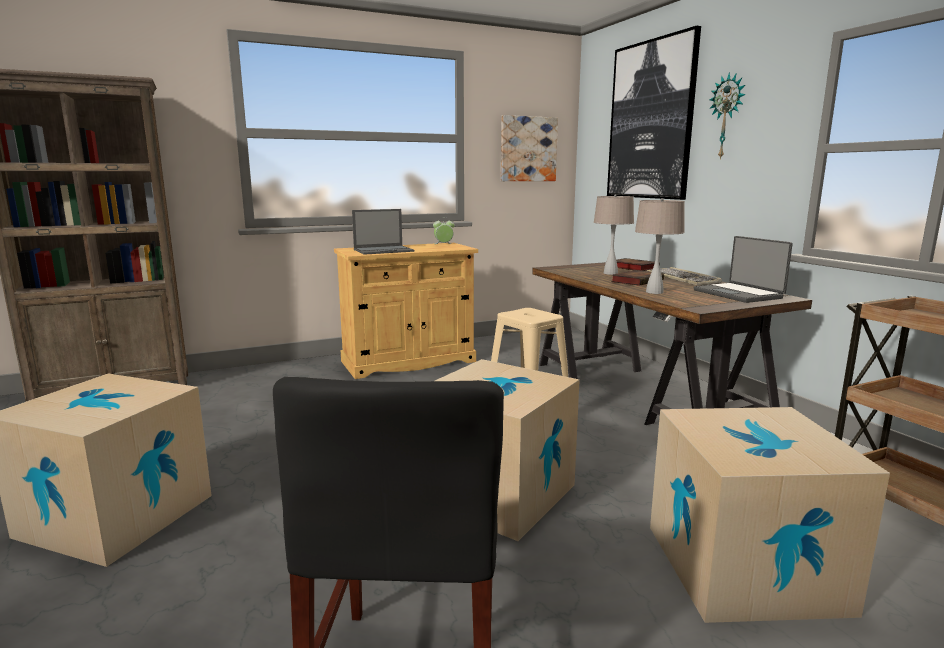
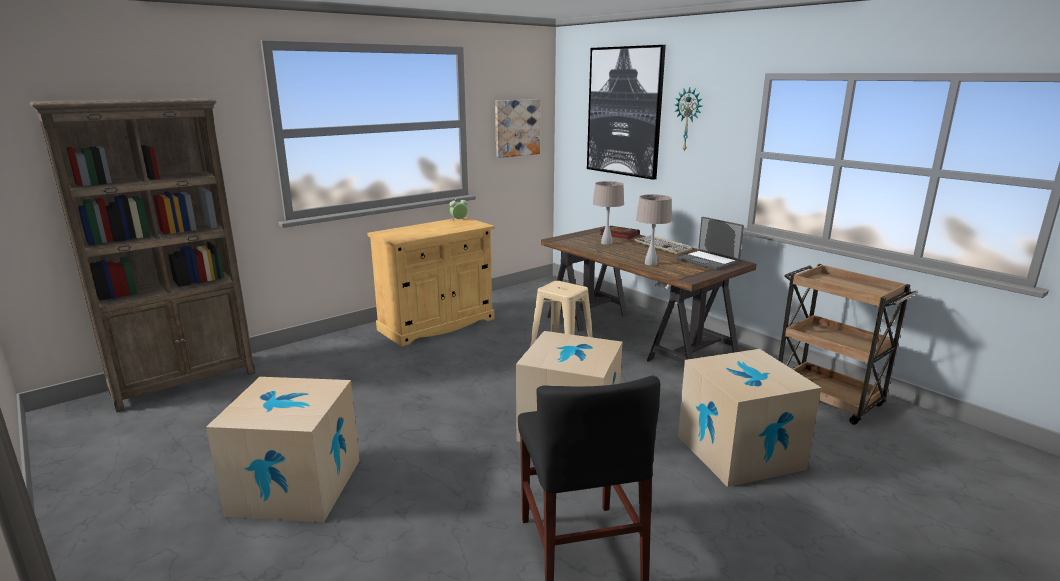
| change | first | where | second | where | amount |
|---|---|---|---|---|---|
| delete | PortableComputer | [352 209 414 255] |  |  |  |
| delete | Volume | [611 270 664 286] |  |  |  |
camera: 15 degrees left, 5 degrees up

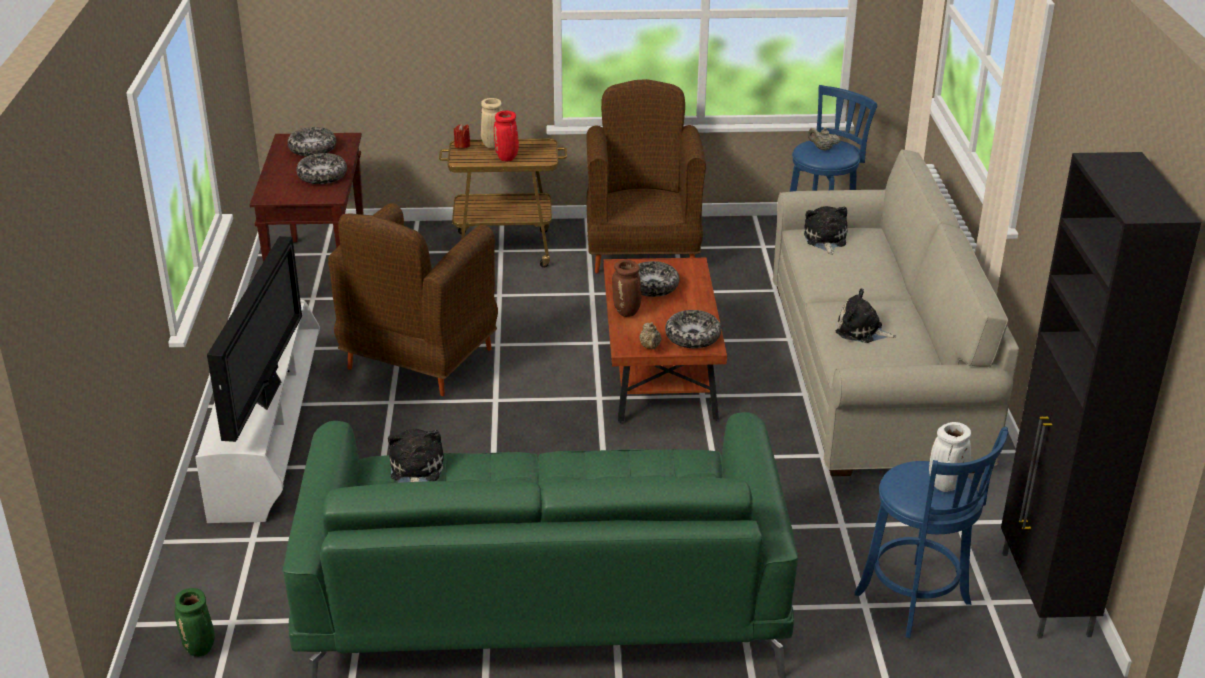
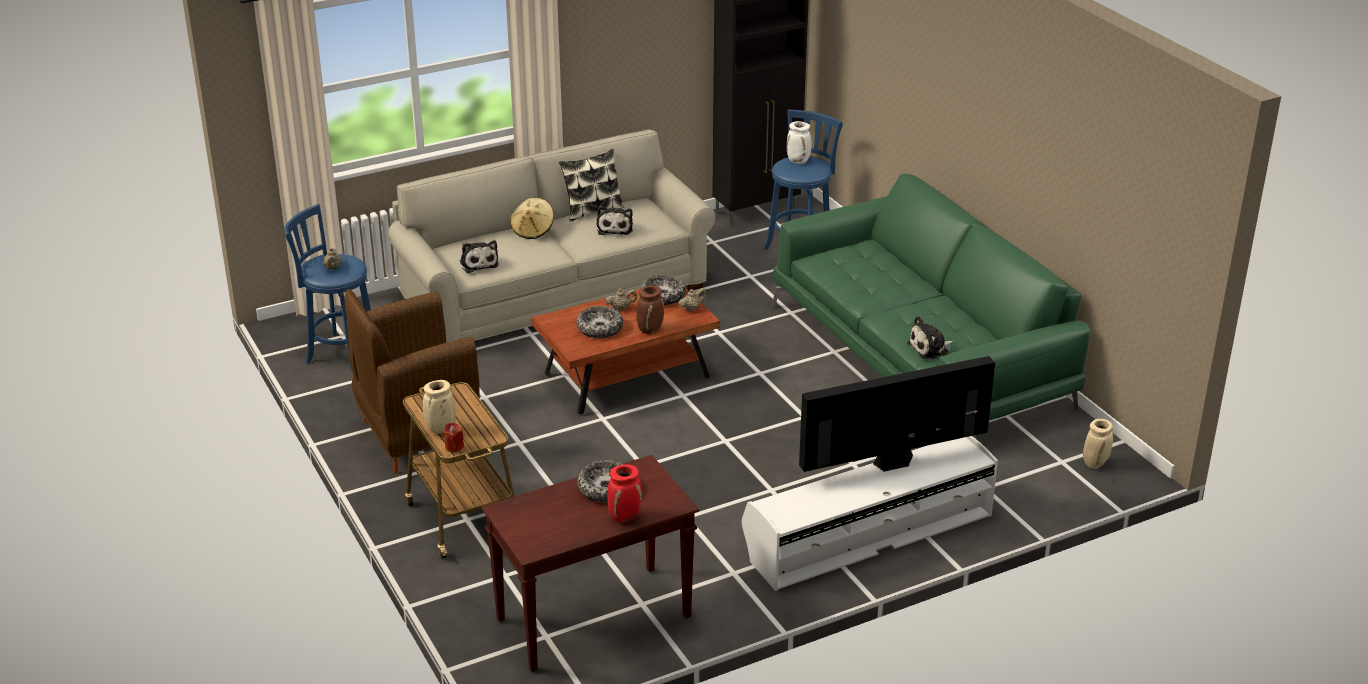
| change | first | where | second | where | amount |
|---|---|---|---|---|---|
| recolor | GreenVase | [174 588 215 657] | BeigeColouredVase | [1083 419 1113 469] |  |
| delete | DeepDish | [287 127 336 156] |  |  |  |
| delete | BrownishArmchair | [328 203 498 396] |  |  |  |
| move | RedVase | [494 111 519 161] |  | [607 464 642 522] |  |
| rotate | PlushToy | [804 206 847 255] |  | [460 240 499 273] | 90 degrees counterclockwise |
| insert |  |  | BeigeColouredWearableHat | [510 197 554 239] |  |
| insert |  |  | Pillow | [559 149 624 222] |  |
| insert |  |  | BeigeColouredPotForTea | [605 288 637 310] |  |
camera: 115 degrees left, 0 degrees up

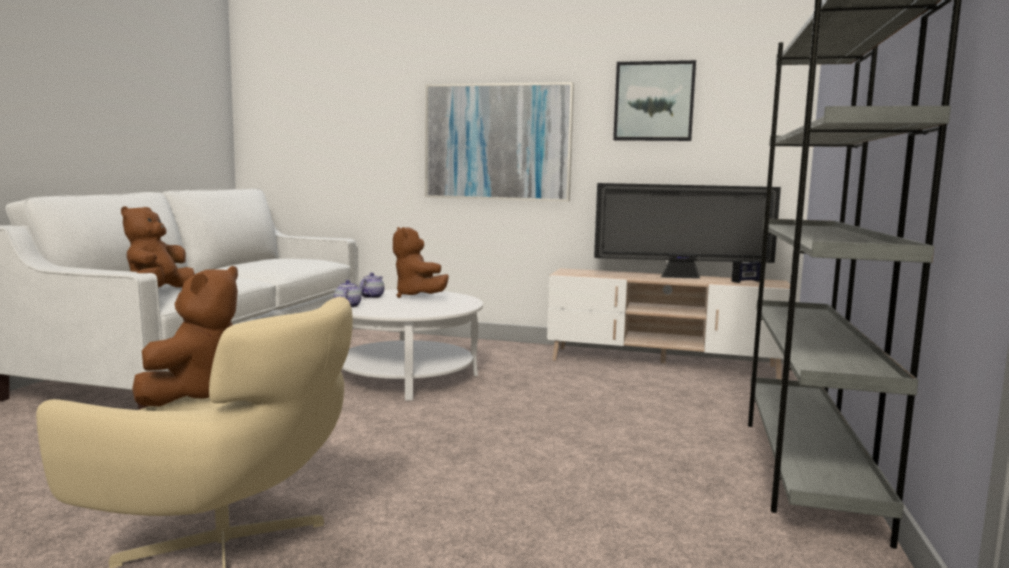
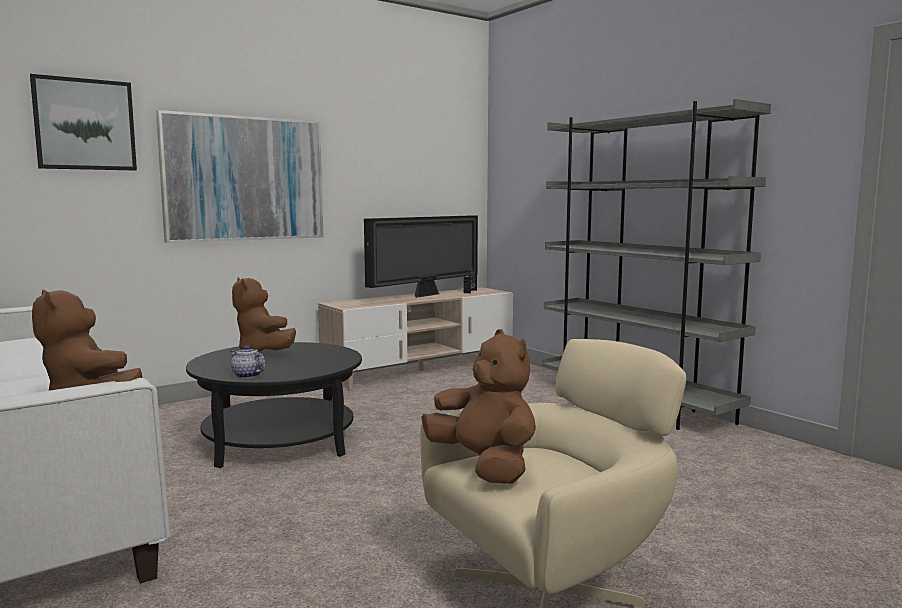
| change | first | where | second | where | amount |
|---|---|---|---|---|---|
| recolor | WhiteCoffeeTable | [330 290 483 400] | BlackishCoffeeTable | [186 342 362 468] |  |
| delete | PotForTea | [359 273 385 298] |  |  |  |
| rotate | BrownishPlushToy | [393 227 449 298] |  | [232 278 296 352] | 45 degrees clockwise |
| move | WallPicture | [613 60 696 141] |  | [30 74 137 171] |  |
camera: 50 degrees left, 0 degrees up

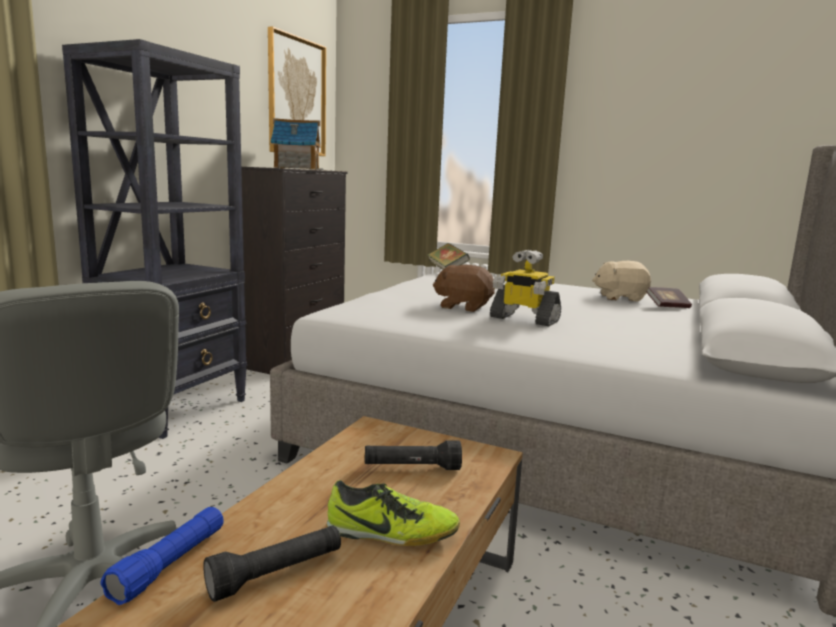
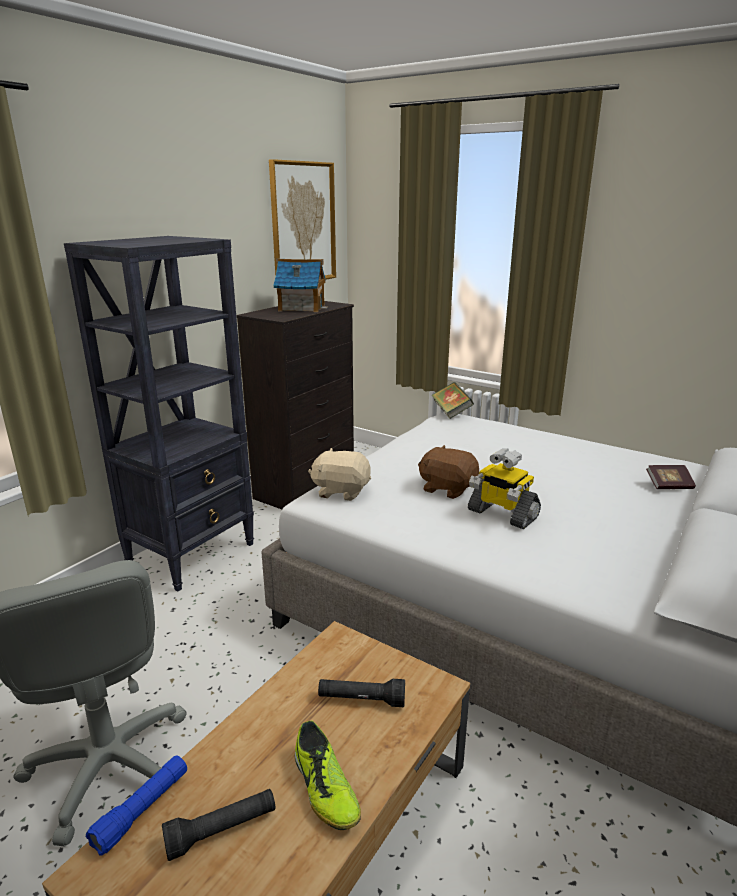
| change | first | where | second | where | amount |
|---|---|---|---|---|---|
| rotate | ItemOfFootwear | [327 480 460 546] |  | [295 720 361 830] | 45 degrees clockwise |
| move | BeigeColouredPlushToy | [592 261 651 301] |  | [308 448 371 501] |  |
camera: 10 degrees right, 10 degrees up

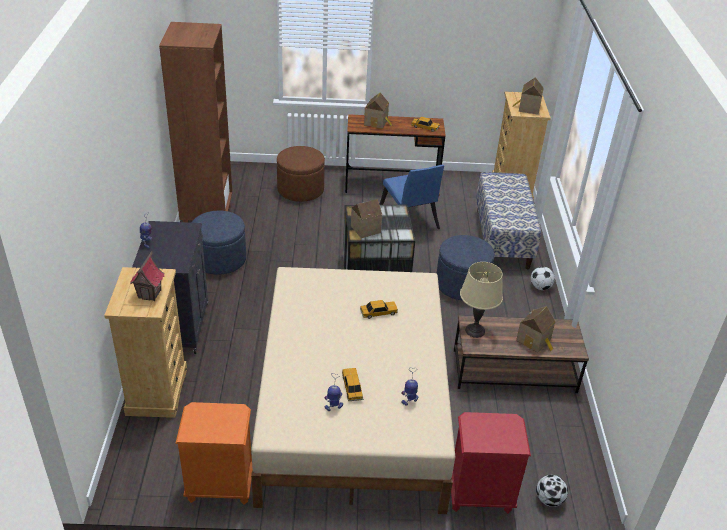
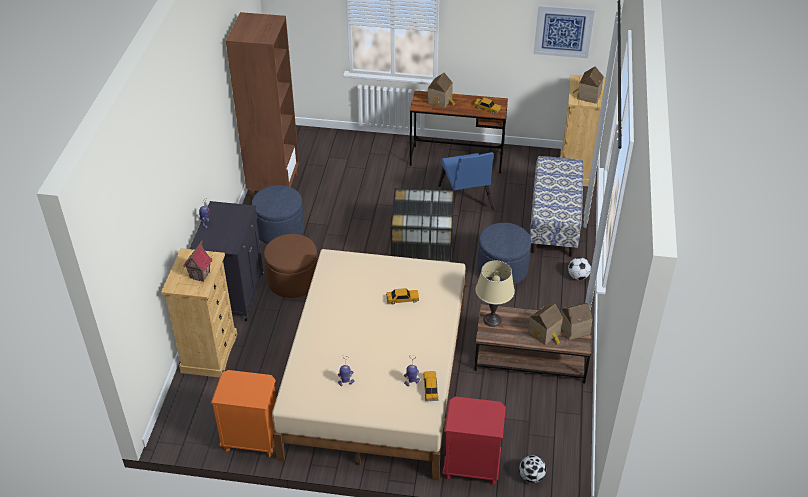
| change | first | where | second | where | amount |
|---|---|---|---|---|---|
| move | BrownishOttoman | [277 146 325 202] |  | [264 234 318 298] |  |
| move | ModelCar | [342 368 363 401] |  | [424 371 439 401] |  |
| move | ToyHouse | [351 199 382 238] |  | [561 303 593 340] |  |
| insert |  |  | WallPicture | [534 5 595 58] |  |
camera: 10 degrees right, 5 degrees up

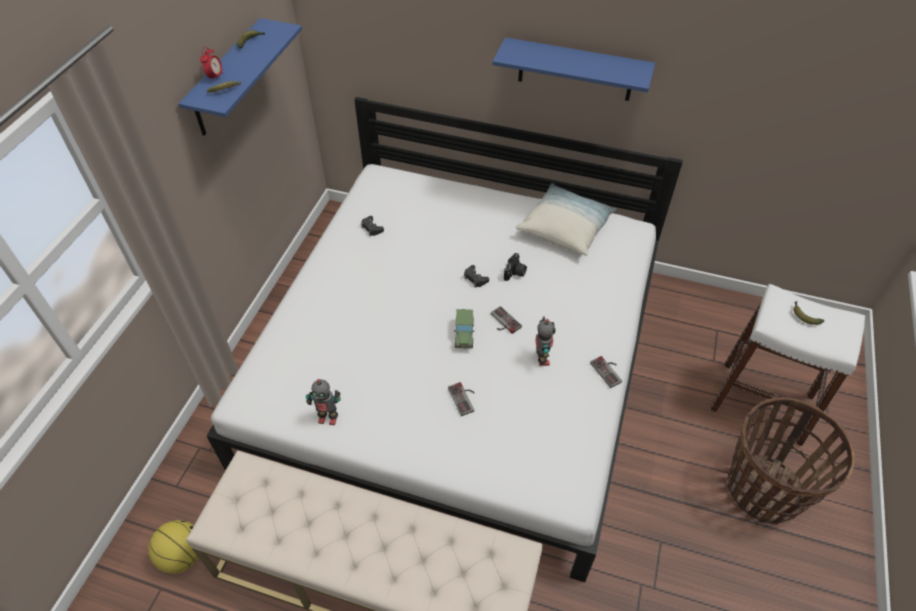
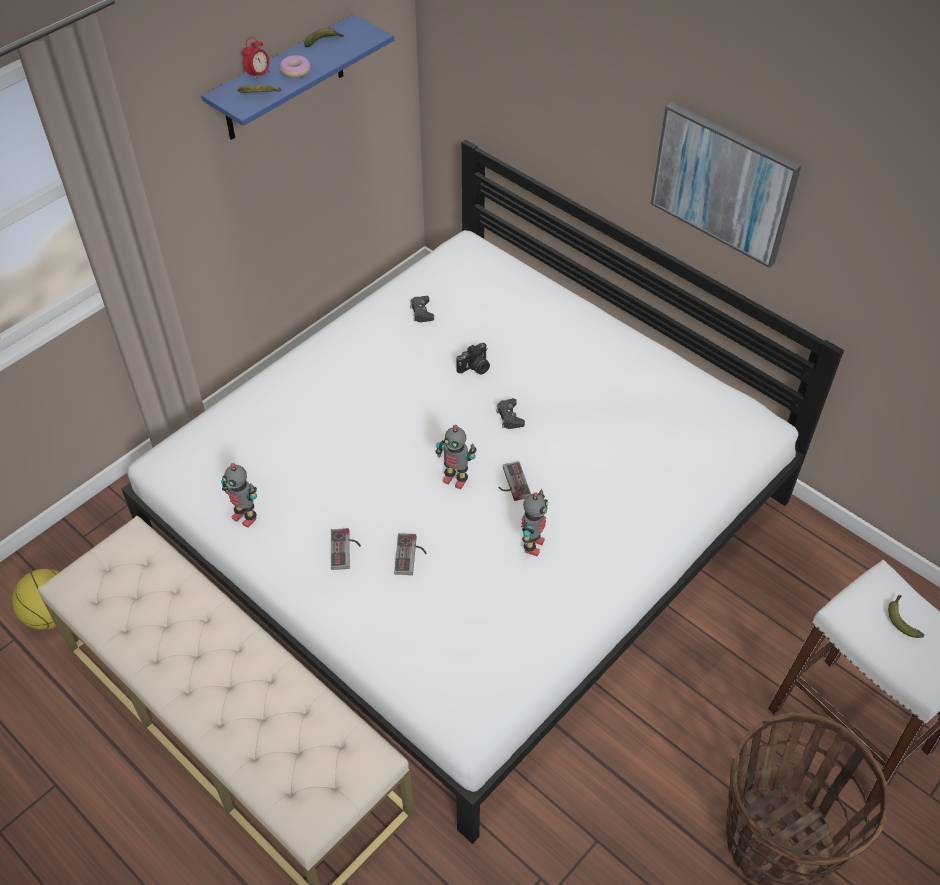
| change | first | where | second | where | amount |
|---|---|---|---|---|---|
| replace | ModelCar | [454 309 474 348] | ToyRobot | [436 425 477 489] |  |
| replace | BluishBracketShelf | [492 37 655 101] | WallPicture | [651 102 802 268] |  |
| move | PhotoCamera | [504 253 527 281] |  | [456 343 490 375] |  |
| delete | Pillow | [516 183 617 256] |  |  |  |
| move | Gamepad | [590 356 622 388] |  | [331 528 361 570] |  |
| insert |  |  | RingDoughnut | [280 55 311 78] |  |
camera: 25 degrees right, 0 degrees up

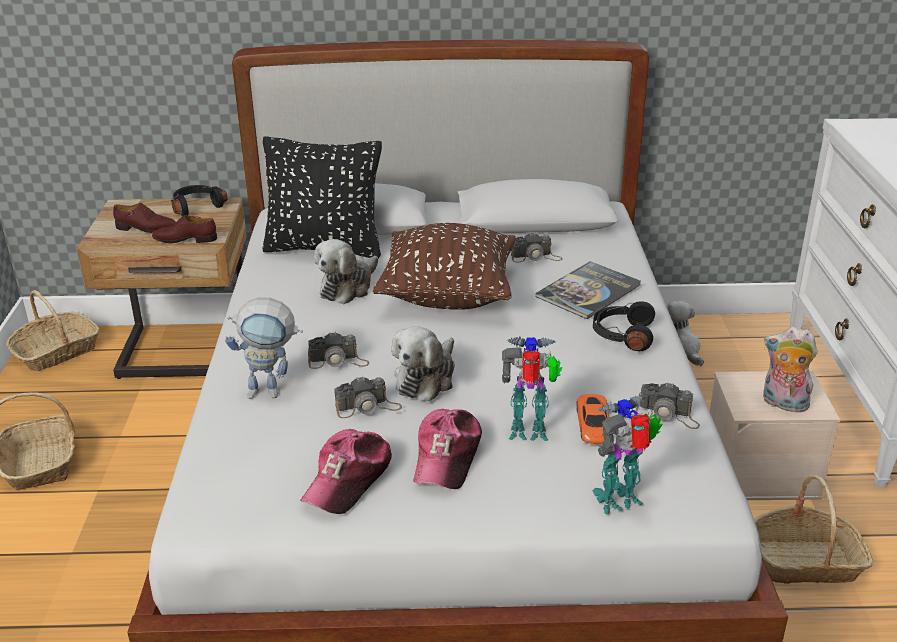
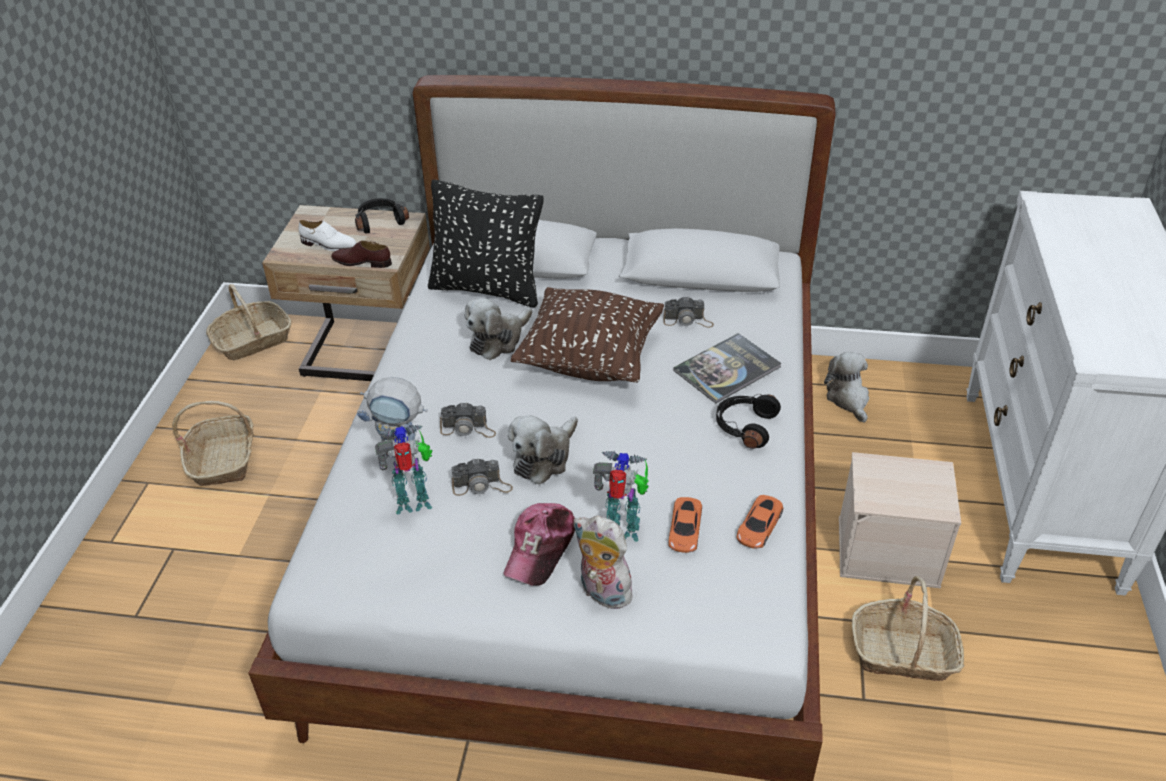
| change | first | where | second | where | amount |
|---|---|---|---|---|---|
| recolor | BrownishItemOfFootwear | [113 203 176 233] | WhiteItemOfFootwear | [299 220 356 251] |  |
| delete | PeakedCap | [300 429 392 514] |  |  |  |
| move | ToyRobot | [592 396 663 514] |  | [375 425 432 515] |  |
| replace | PhotoCamera | [636 382 700 429] | OrangeModelCar | [737 495 783 548] |  |
| move | PlushToy | [763 327 818 413] |  | [573 516 635 609] |  |
camera: 10 degrees right, 10 degrees up

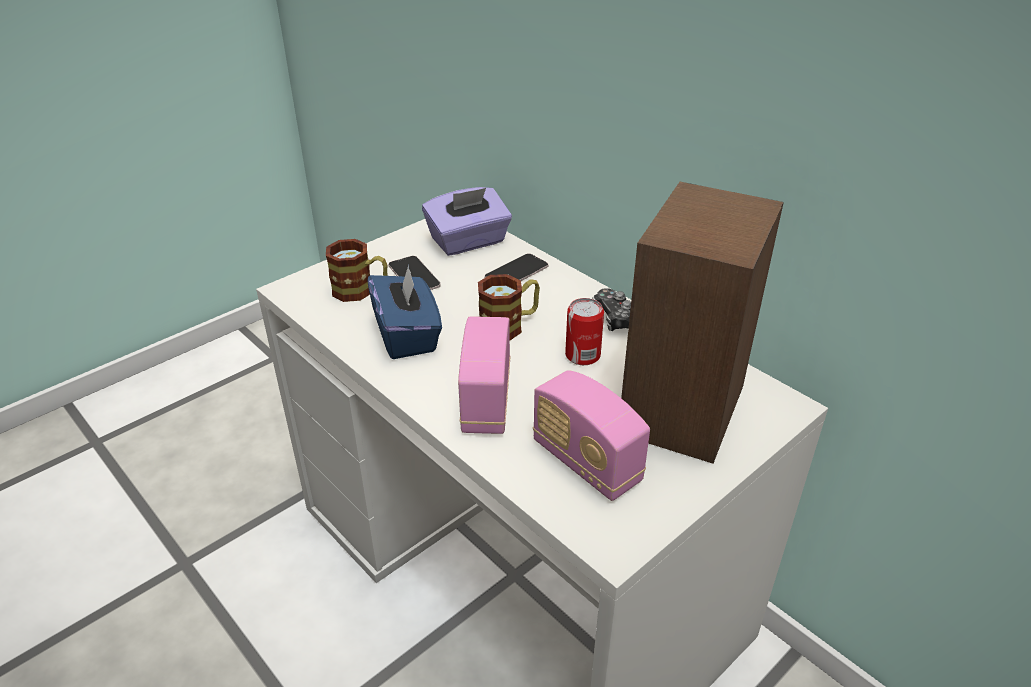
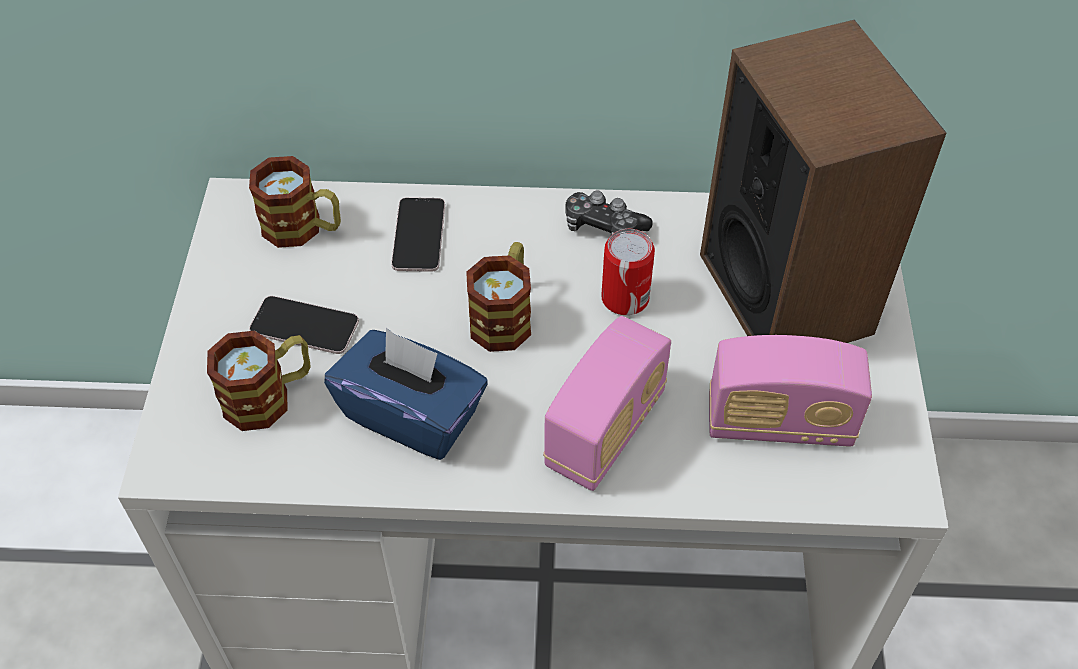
| change | first | where | second | where | amount |
|---|---|---|---|---|---|
| replace | PurpleColouredTissueBox | [422 187 512 256] | TeaMug | [249 156 341 248] |  |
| rotate | RadioReceiver | [458 316 510 434] |  | [543 316 671 491] | 105 degrees counterclockwise |
camera: 45 degrees left, 15 degrees up

